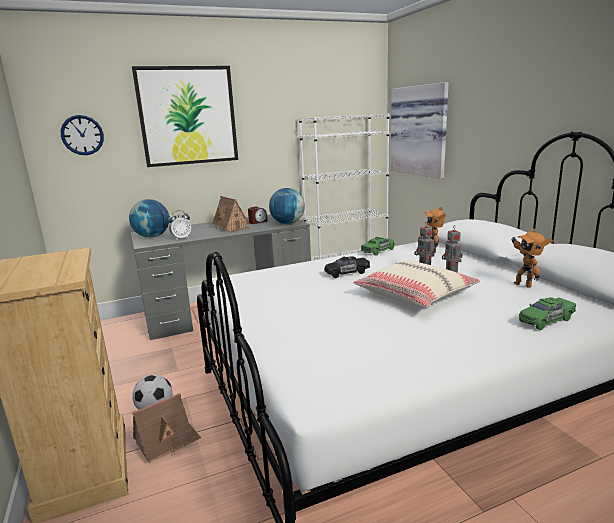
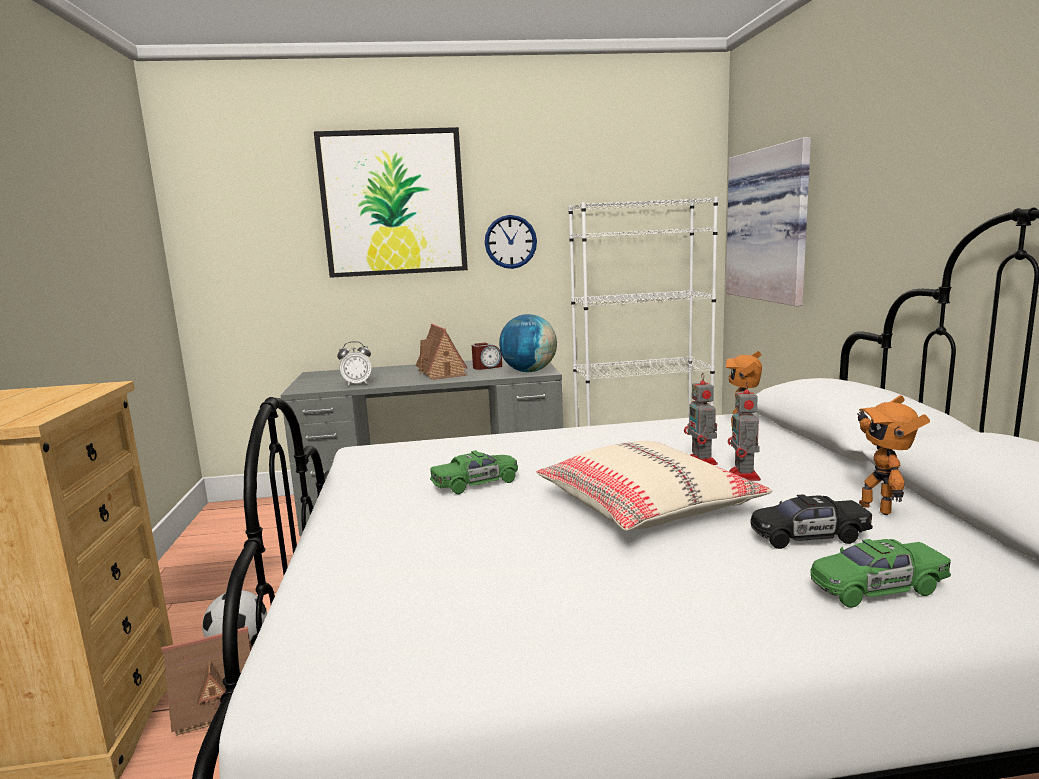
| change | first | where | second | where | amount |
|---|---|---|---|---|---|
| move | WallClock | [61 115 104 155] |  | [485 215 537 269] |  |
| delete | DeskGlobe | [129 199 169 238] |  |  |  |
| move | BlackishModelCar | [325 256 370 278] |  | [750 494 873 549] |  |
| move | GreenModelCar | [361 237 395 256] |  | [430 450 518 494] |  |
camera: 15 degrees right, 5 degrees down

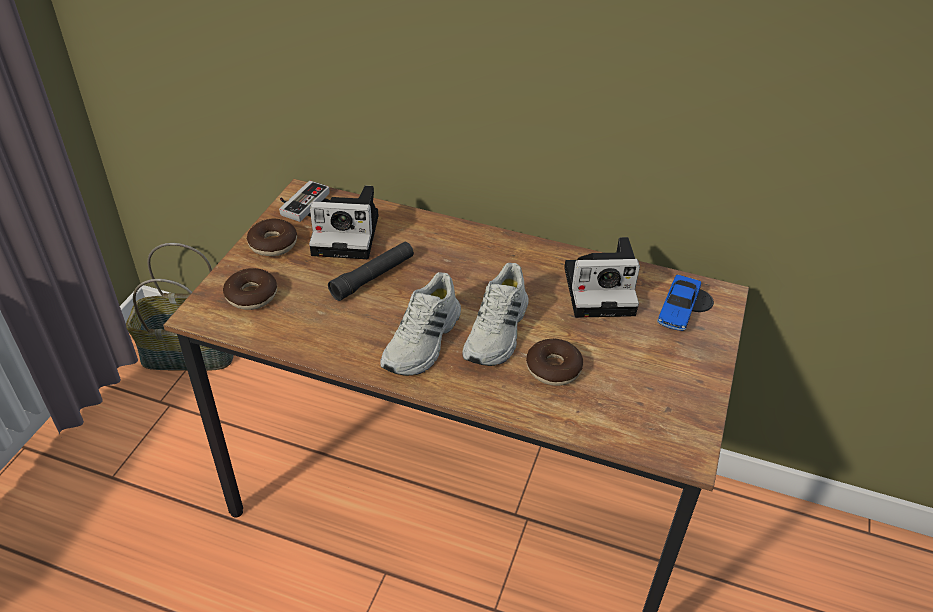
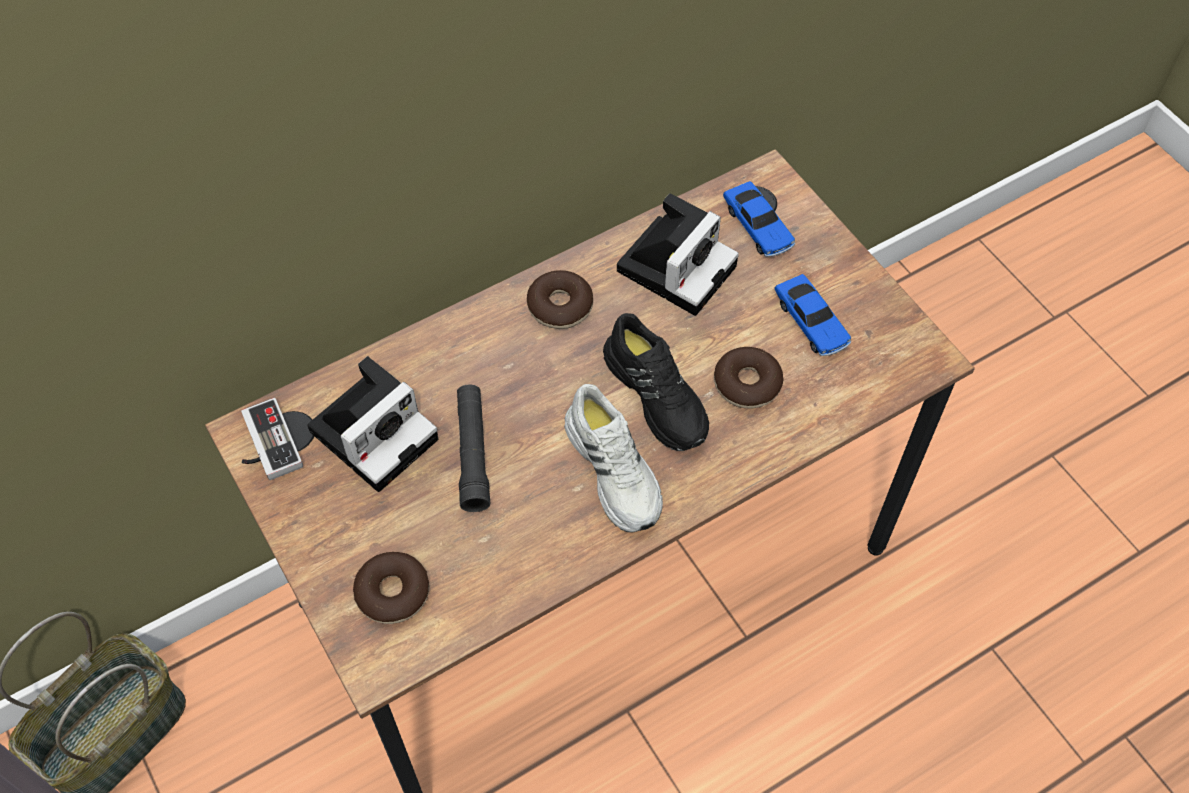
| change | first | where | second | where | amount |
|---|---|---|---|---|---|
| move | RingDoughnut | [247 218 297 256] |  | [527 270 593 329] |  |
| recolor | WhiteItemOfFootwear | [462 263 528 366] | BlackishItemOfFootwear | [603 313 709 451] |  |
| insert |  |  | ModelCar | [775 274 851 356] |  |
camera: 50 degrees left, 15 degrees up

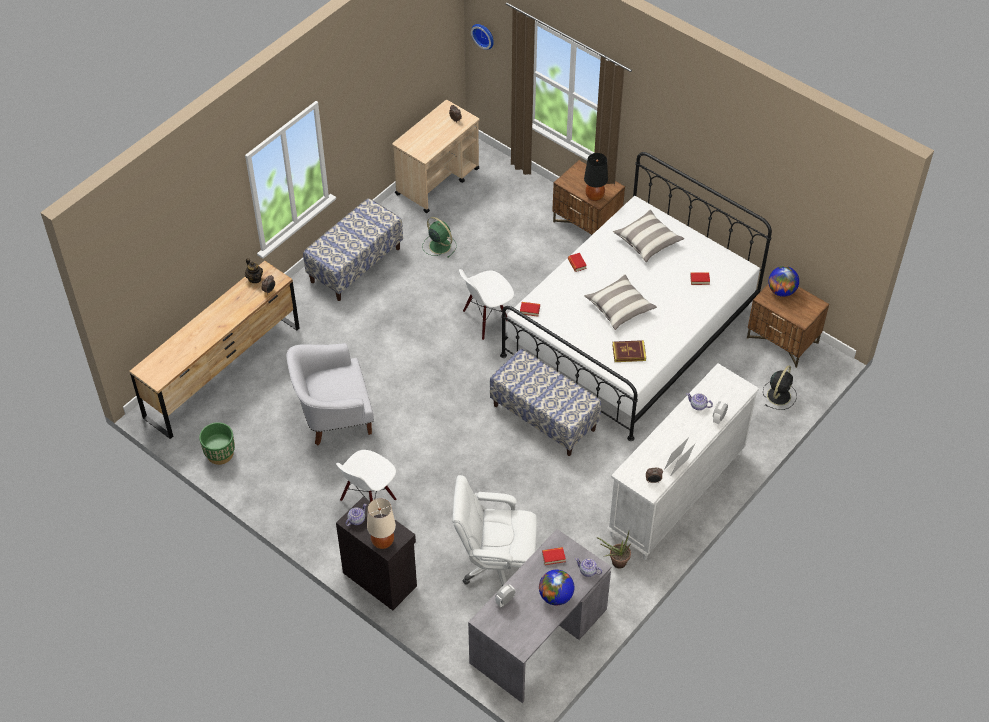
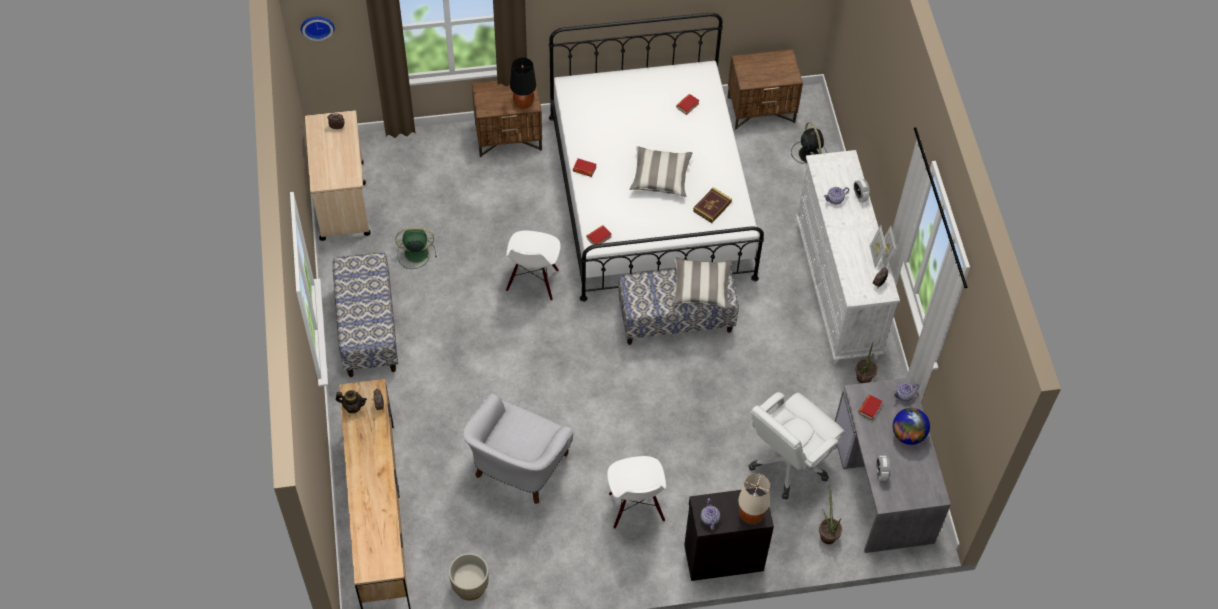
| change | first | where | second | where | amount |
|---|---|---|---|---|---|
| recolor | GreenFlowerPot | [199 422 235 465] | BeigeColouredFlowerPot | [449 553 489 601] |  |
| move | Pillow | [613 210 684 262] |  | [671 257 732 309] |  |
| delete | DeskGlobe | [768 266 799 297] |  |  |  |
| insert |  |  | PlantInAPot | [819 486 842 544] |  |
camera: 50 degrees left, 5 degrees up

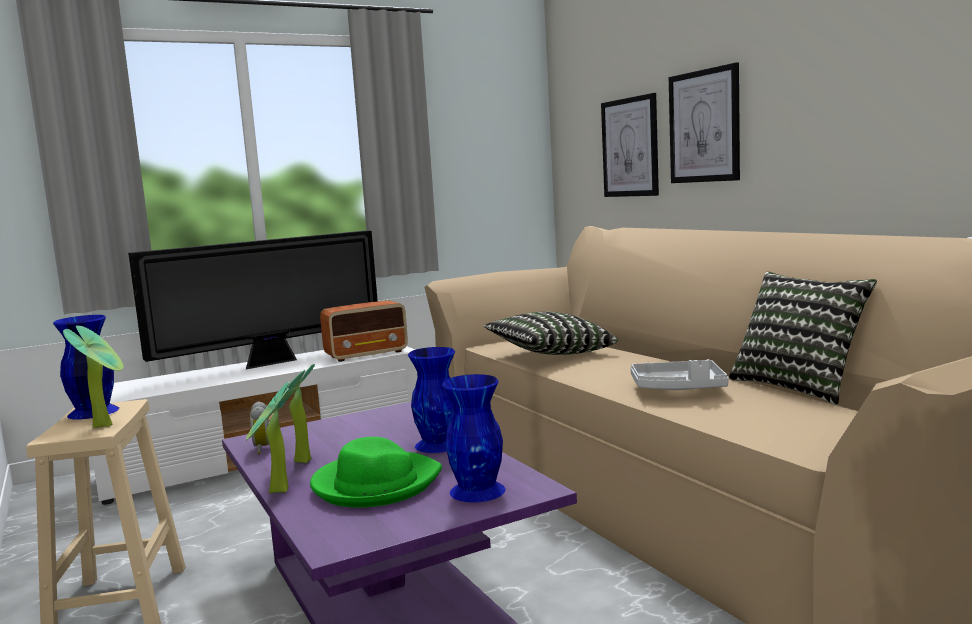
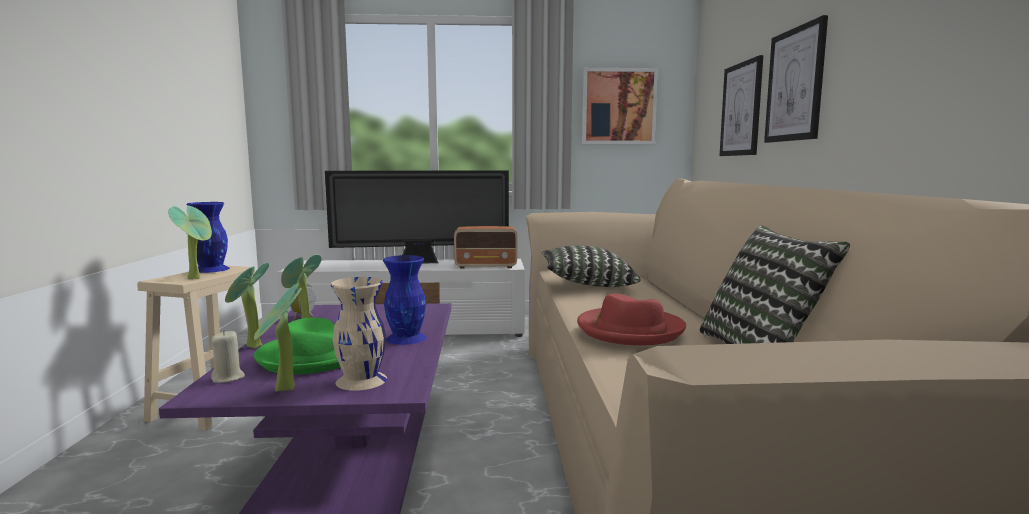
| change | first | where | second | where | amount |
|---|---|---|---|---|---|
| recolor | BluishVase | [442 374 505 502] | BeigeColouredVase | [331 277 387 391] |  |
| replace | GreyishCarryingTray | [630 359 728 390] | RedWearableHat | [577 294 686 346] |  |
| insert |  |  | BeigeColouredCandle | [211 330 245 383] |  |
| insert |  |  | PlantInAPot | [254 284 301 392] |  |
| insert |  |  | WallPicture | [582 68 658 144] |  |
camera: 25 degrees right, 0 degrees up

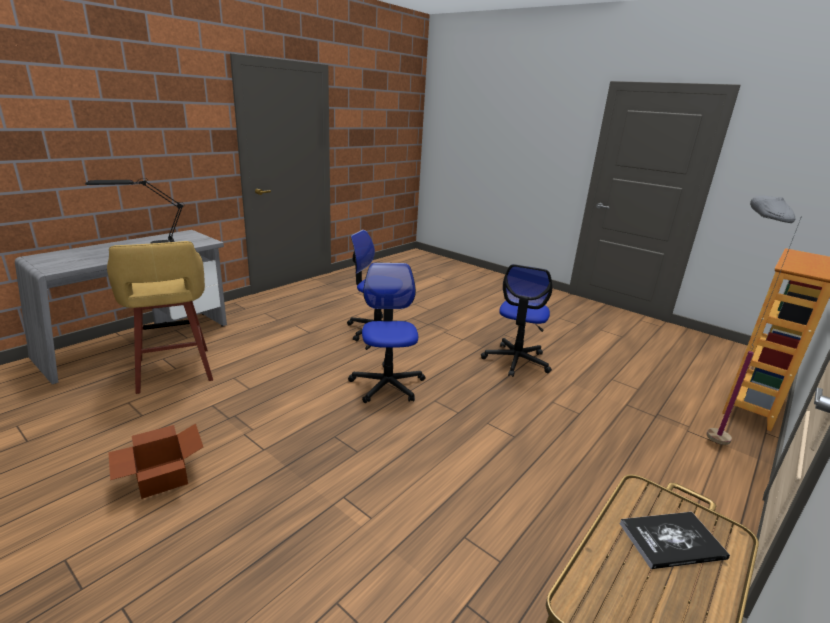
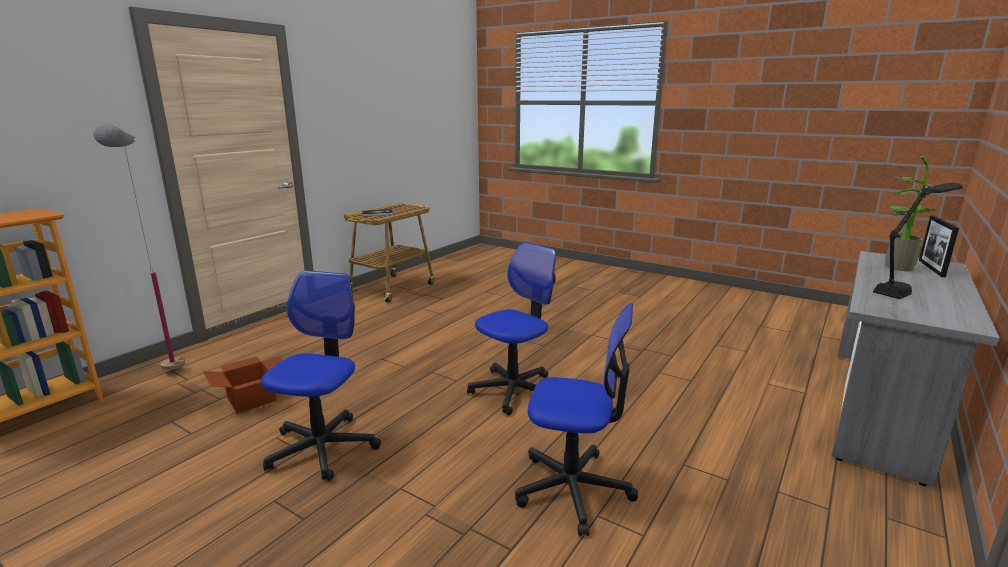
| change | first | where | second | where | amount |
|---|---|---|---|---|---|
| delete | YellowStool | [107 241 213 394] |  |  |  |
| move | Carton | [108 424 203 499] |  | [203 356 283 413] |  |
| rotate | ComputerChair | [348 263 425 403] |  | [467 242 556 416] | 120 degrees counterclockwise |
| insert |  |  | PlantInAPot | [885 156 937 271] |  |
| insert |  |  | StandingFrame | [919 215 959 277] |  |
camera: 175 degrees right, 5 degrees down

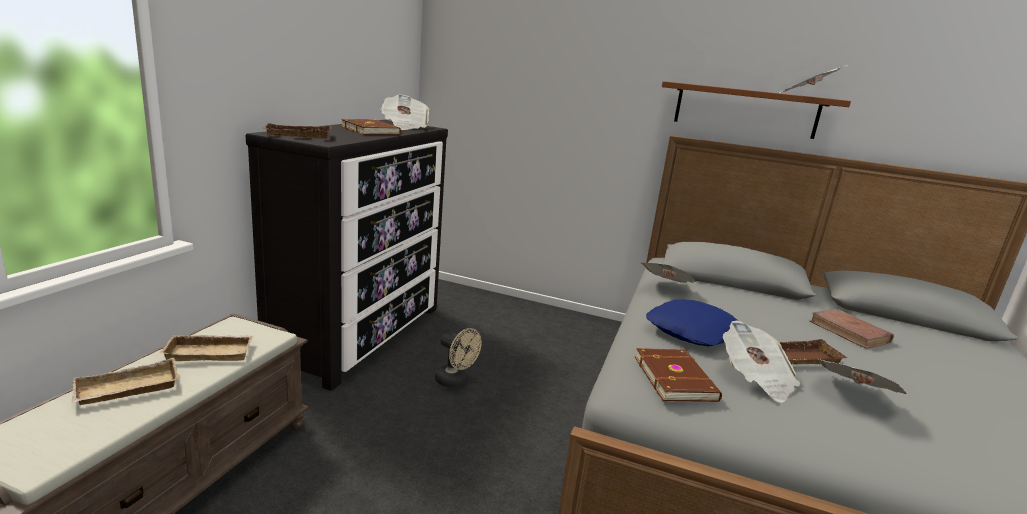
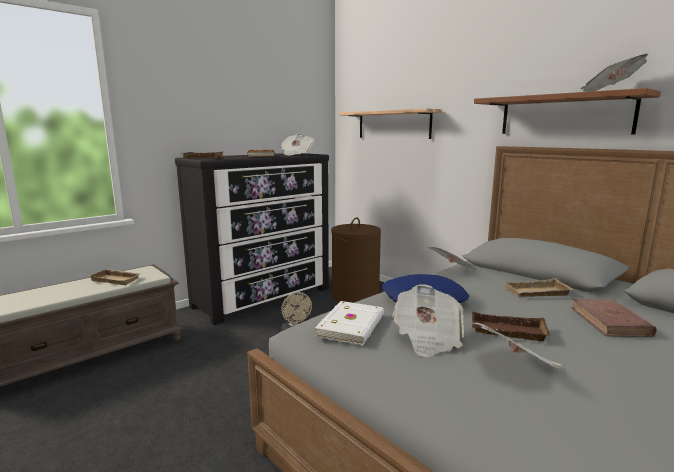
| change | first | where | second | where | amount |
|---|---|---|---|---|---|
| move | BeigeColouredCarryingTray | [72 358 179 405] |  | [505 278 573 297] |  |
| recolor | BrownishVolume | [635 348 722 402] | WhiteVolume | [315 301 384 345] |  |
| insert |  |  | BrownishLaundryBasket | [331 218 381 303] |  |
| insert |  |  | BracketShelf | [339 108 442 139] |  |
camera: 30 degrees right, 5 degrees down

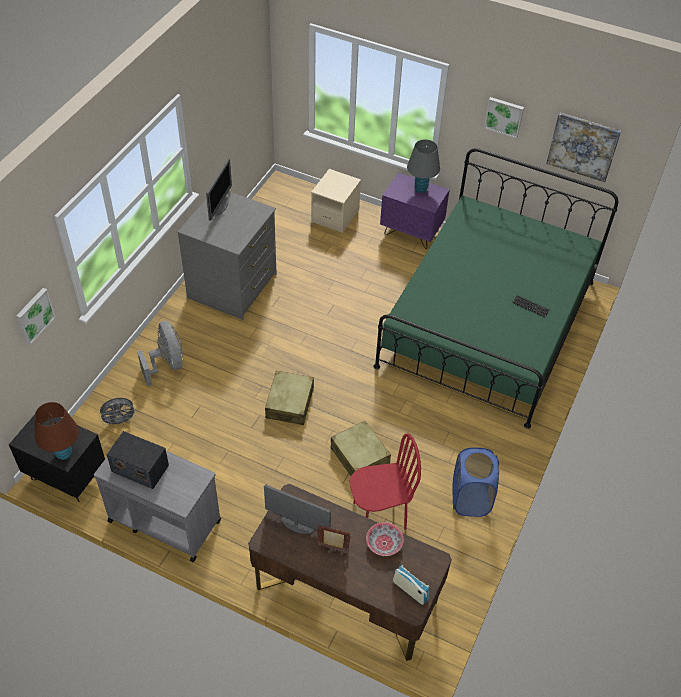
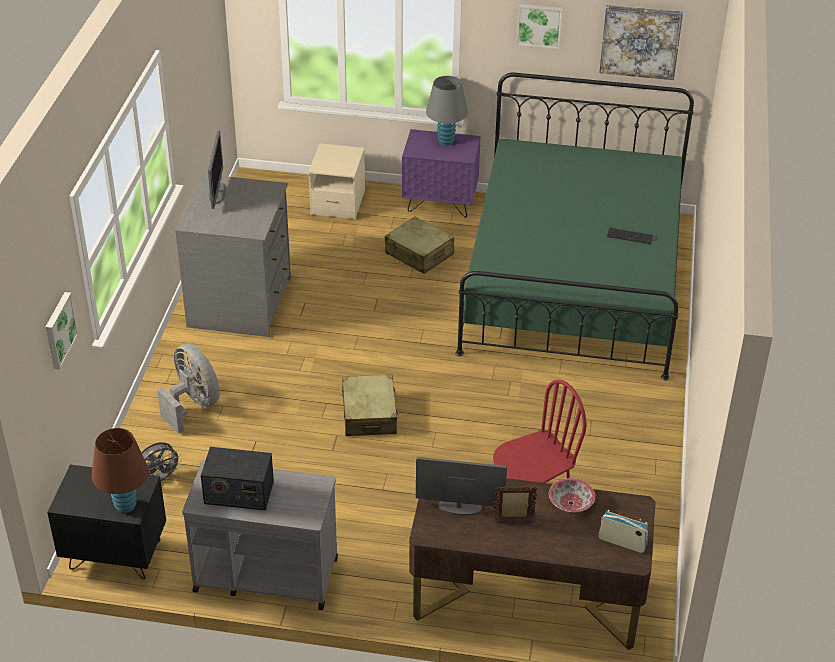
| change | first | where | second | where | amount |
|---|---|---|---|---|---|
| move | BeigeColouredTravelCase | [331 421 391 476] |  | [385 217 454 274] |  |
| delete | BluishLaundryBasket | [452 448 499 517] |  |  |  |
camera: 15 degrees left, 10 degrees down

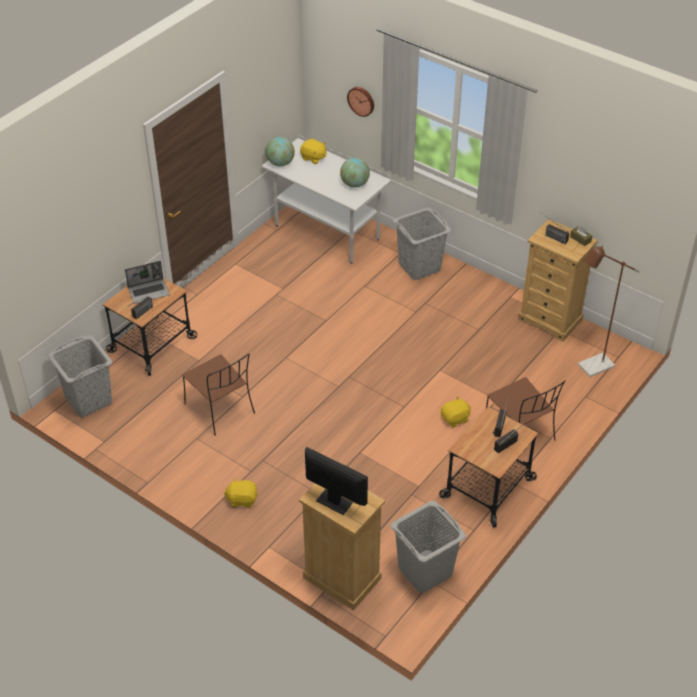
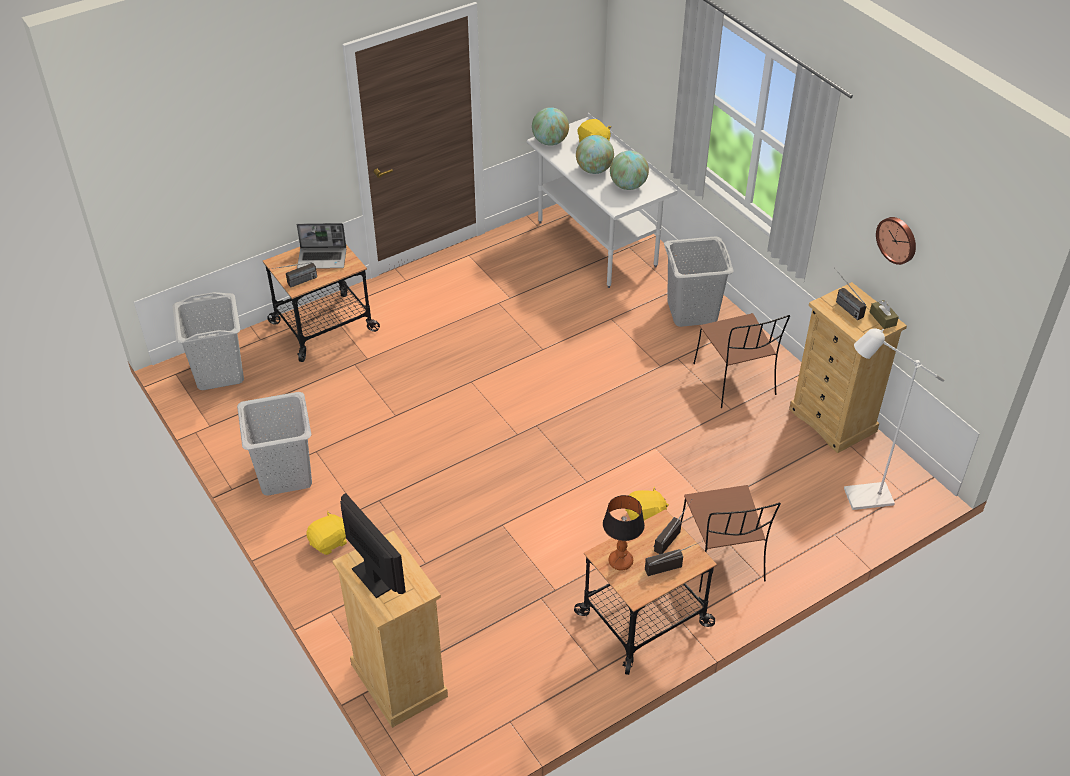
| change | first | where | second | where | amount |
|---|---|---|---|---|---|
| move | BrownishChair | [182 354 255 436] |  | [693 313 790 408] |  |
| rotate | YellowPlushToy | [224 478 258 508] |  | [306 511 347 555] | 120 degrees clockwise |
| move | WallClock | [347 87 374 117] |  | [876 217 916 265] |  |
| move | GreyishLaundryBasket | [391 501 466 593] |  | [237 392 312 496] |  |
| recolor | BrownishStandingLamp | [578 246 640 377] | WhiteStandingLamp | [844 328 945 510] |  |
| insert |  |  | DeskGlobe | [576 135 614 174] |  |
| insert |  |  | TableLamp | [603 495 645 570] |  |
camera: 20 degrees right, 0 degrees up

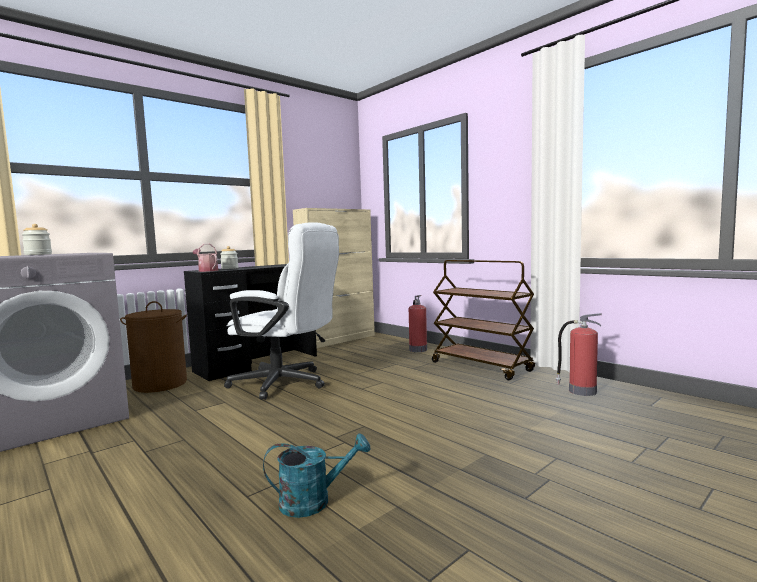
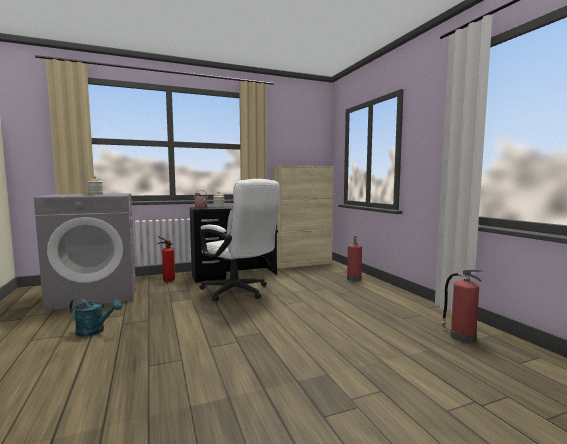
| change | first | where | second | where | amount |
|---|---|---|---|---|---|
| replace | BrownishLaundryBasket | [120 301 187 393] | FireExtinguisher | [157 236 175 282] |  |
| move | TurquoiseColouredSprinklingCan | [263 433 370 518] |  | [69 298 123 337] |  |
| delete | BrownishWheeledCart | [432 260 535 380] |  |  |  |
camera: 20 degrees right, 0 degrees up

